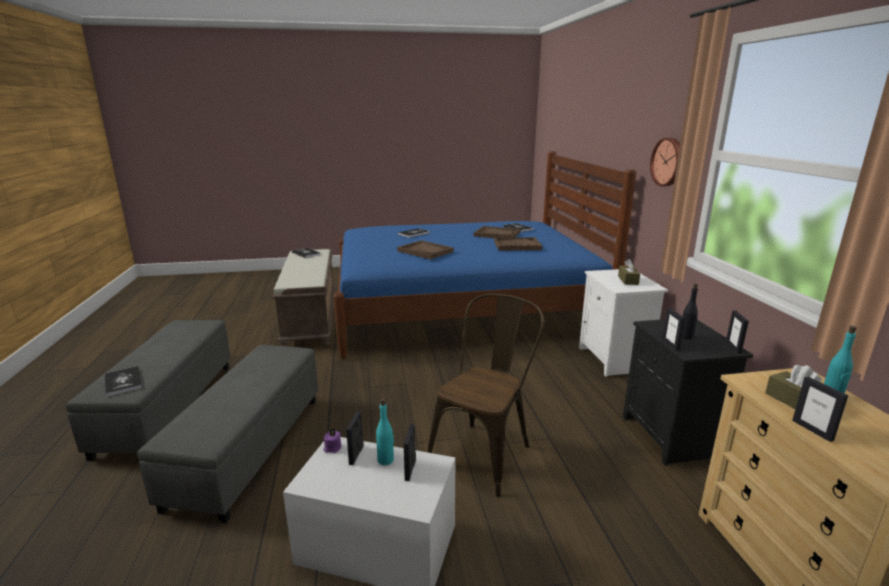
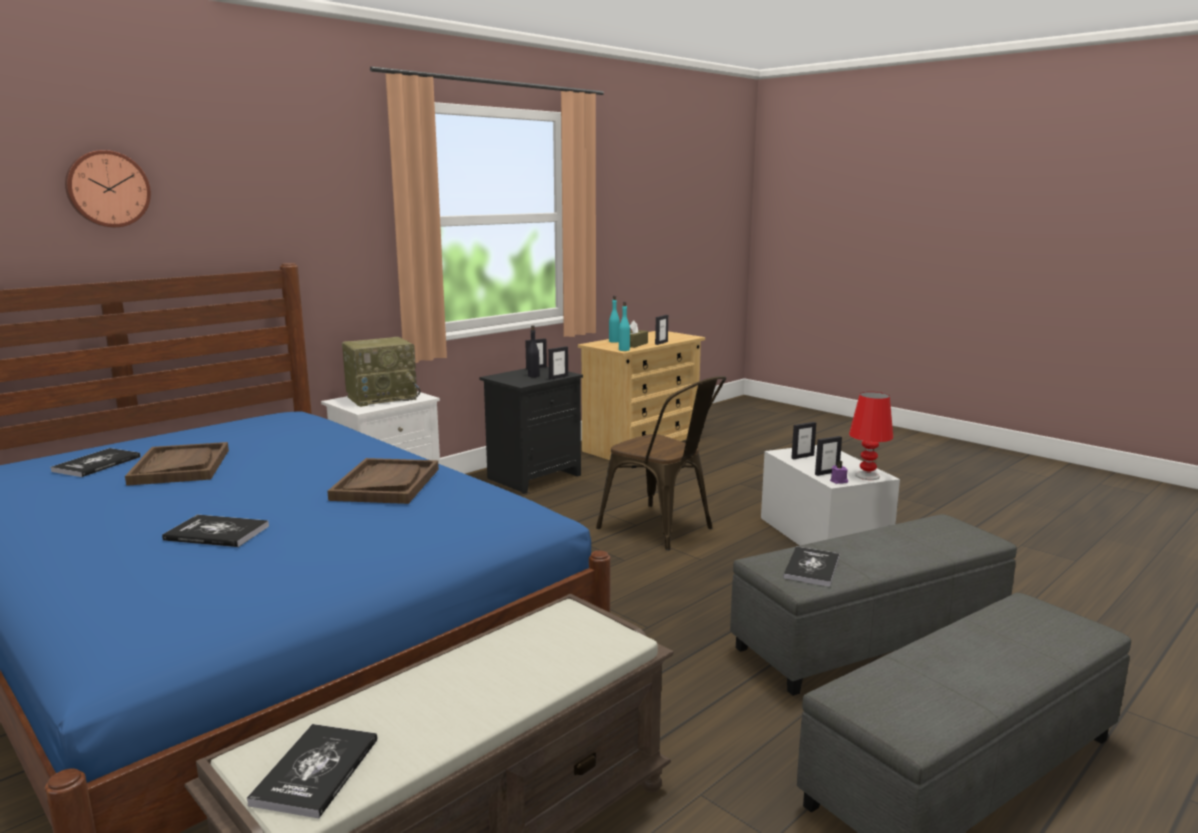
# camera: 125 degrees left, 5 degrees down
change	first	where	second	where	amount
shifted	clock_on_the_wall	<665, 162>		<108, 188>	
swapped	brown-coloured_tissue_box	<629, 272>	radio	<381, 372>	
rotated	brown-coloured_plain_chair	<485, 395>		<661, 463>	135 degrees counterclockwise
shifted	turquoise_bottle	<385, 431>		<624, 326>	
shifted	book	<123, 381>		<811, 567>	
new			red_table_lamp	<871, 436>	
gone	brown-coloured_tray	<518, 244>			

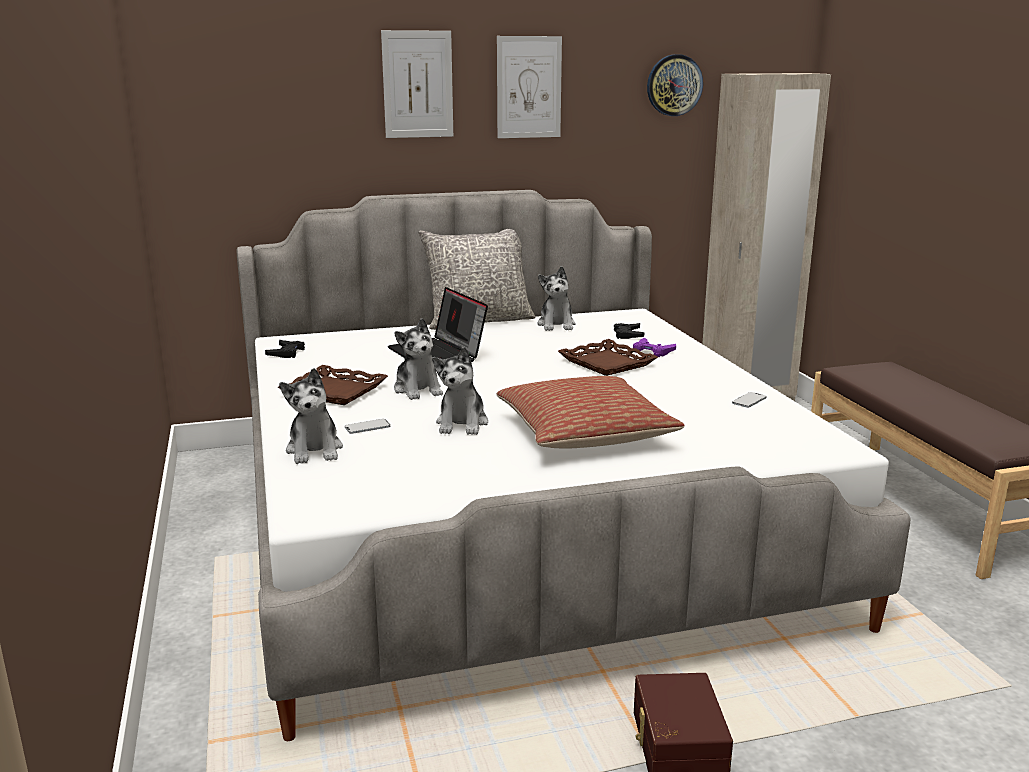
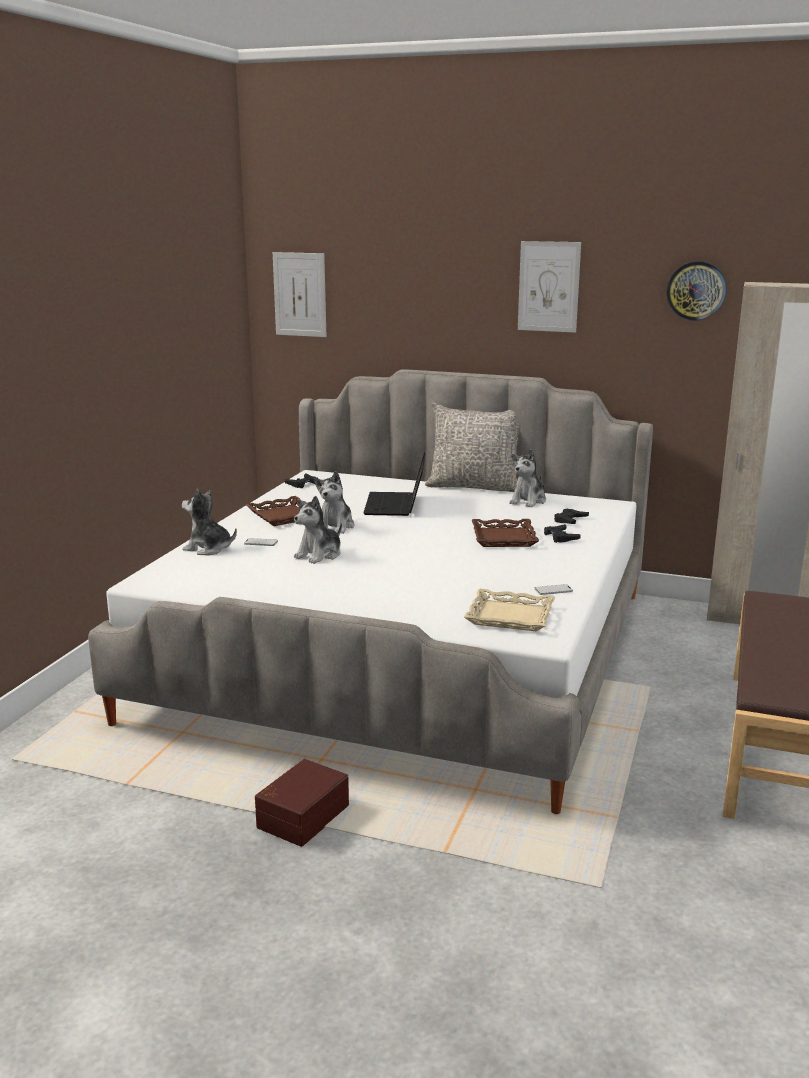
# camera: 35 degrees right, 0 degrees up
change	first	where	second	where	amount
rotated	plush_toy	<311, 416>		<209, 522>	90 degrees clockwise
shifted	wall_art	<417, 84>		<300, 294>	
new			beige_tray	<509, 610>	
repainted	purple-coloured_joypad	<654, 347>	black_joypad	<562, 533>	
gone	cushion	<590, 412>			

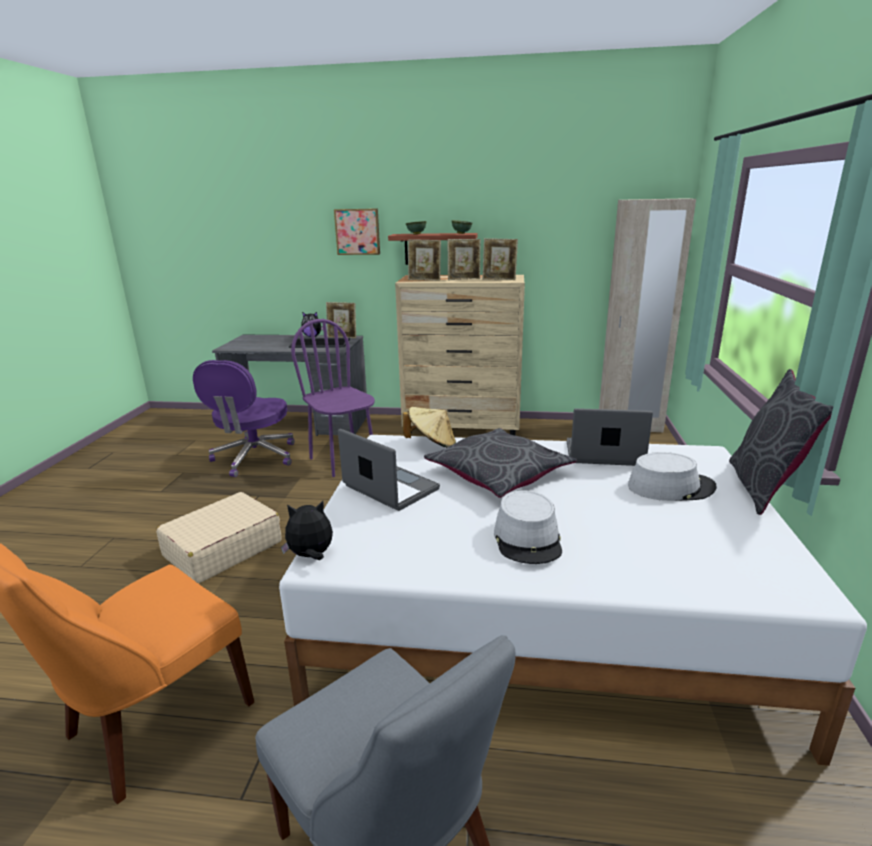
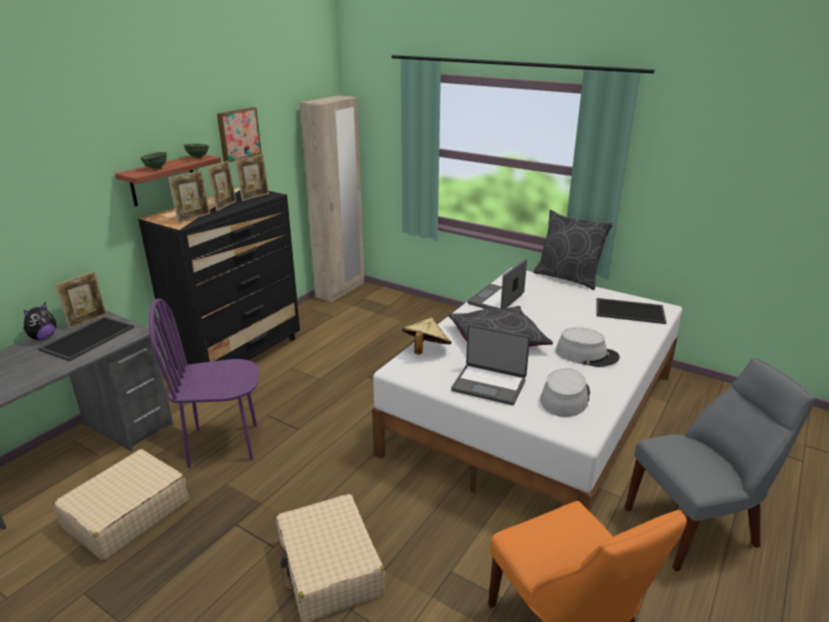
# camera: 65 degrees left, 5 degrees up
change	first	where	second	where	amount
swapped	purple-coloured_desk_chair	<244, 418>	beige_suitcase	<121, 505>	
repainted	beige_drawer_chest	<460, 355>	black_drawer_chest	<219, 279>	
shifted	wall_art	<357, 231>		<239, 134>	
rotated	portable_computer	<389, 470>		<490, 365>	135 degrees counterclockwise
shifted	gray_clothing_hat	<672, 476>		<565, 392>	
new			tray	<631, 311>	
gone	plush_toy	<307, 530>			

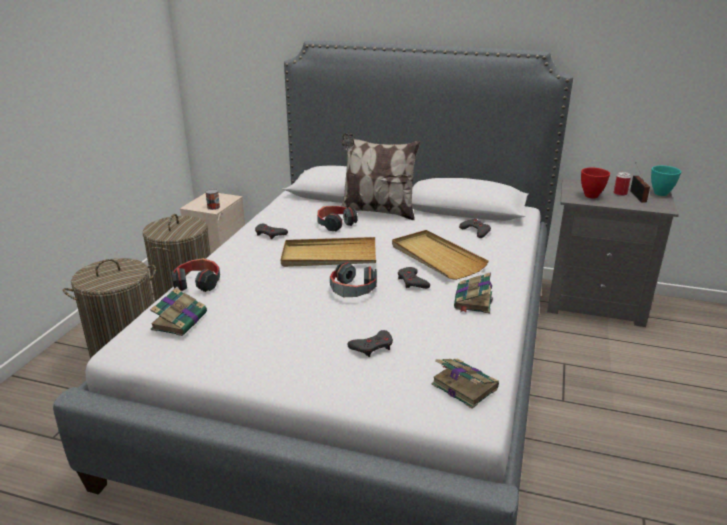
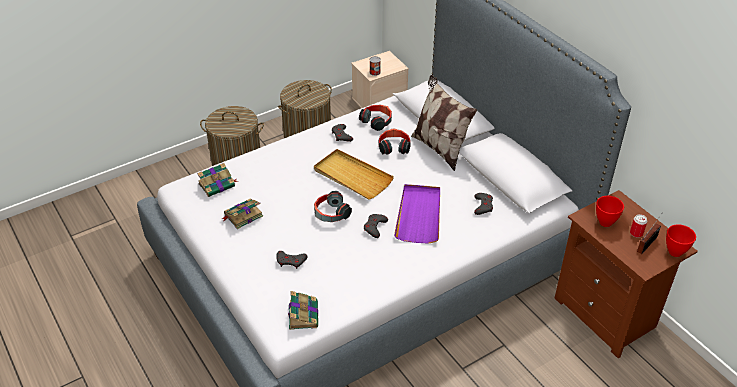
# camera: 40 degrees right, 15 degrees up
change	first	where	second	where	amount
shifted	book	<473, 292>		<242, 214>	
shifted	headphones	<196, 275>		<375, 118>	
repainted	beige_tray	<440, 255>	purple-coloured_tray	<417, 214>	
repainted	gray_nightstand	<613, 252>	brown-coloured_nightstand	<626, 274>	
repainted	turquoise_deep_dish	<666, 180>	red_deep_dish	<681, 240>	

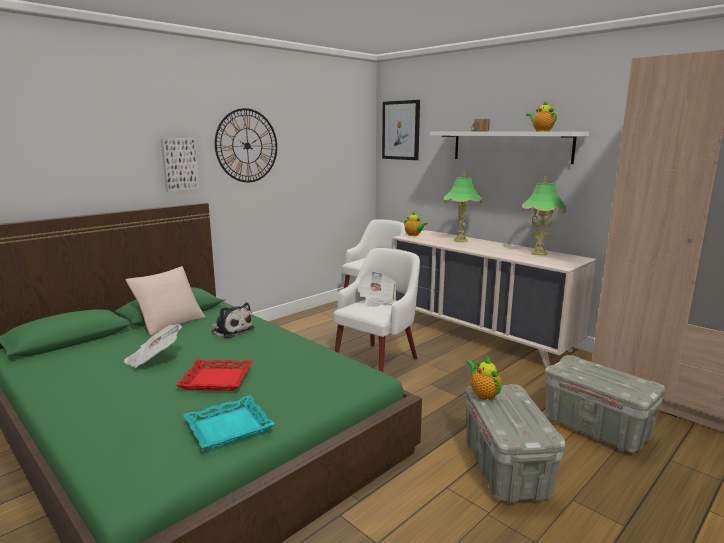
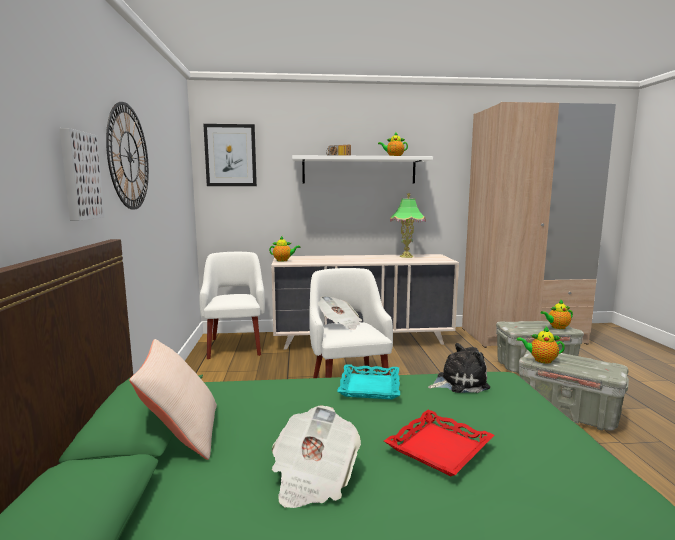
# camera: 50 degrees left, 5 degrees down
change	first	where	second	where	amount
shifted	turquoise_tray	<229, 422>		<368, 381>	
shifted	plush_toy	<233, 320>		<459, 368>	
new			pot_for_tea	<556, 314>	
gone	table_lamp	<462, 207>			

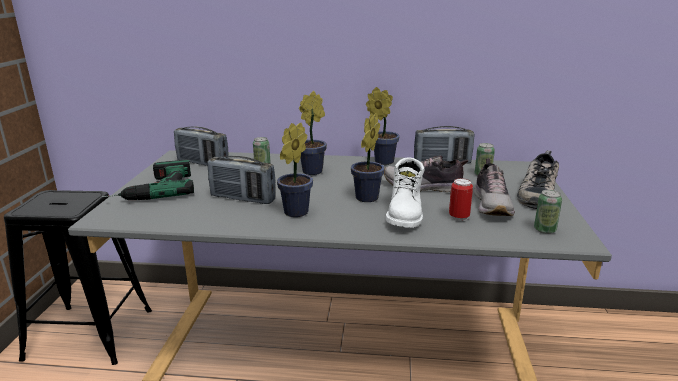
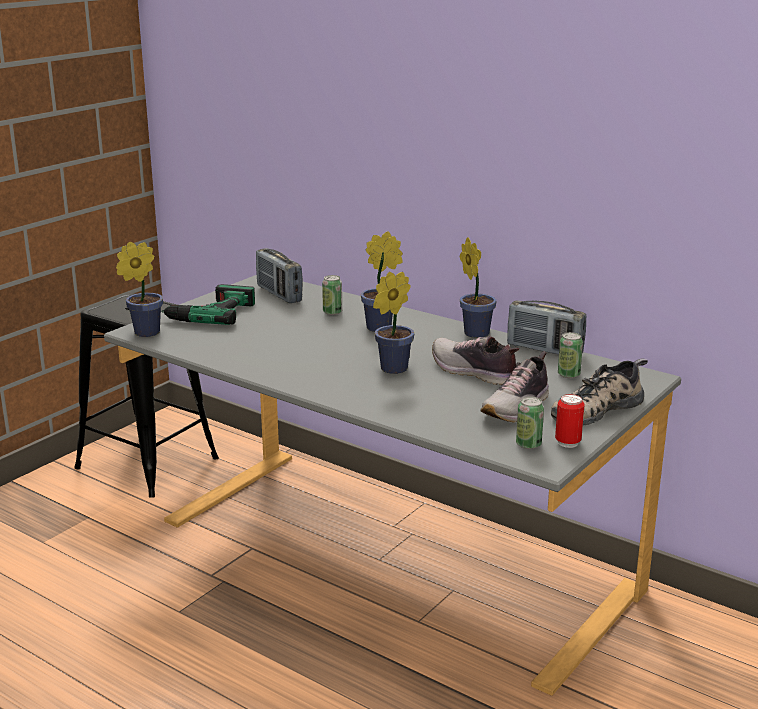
# camera: 30 degrees right, 0 degrees up
change	first	where	second	where	amount
shifted	plant_in_a_pot	<295, 170>		<139, 289>	
shifted	can	<461, 199>		<570, 421>	
gone	radio	<241, 180>			
gone	white-coloured_boot	<405, 192>			

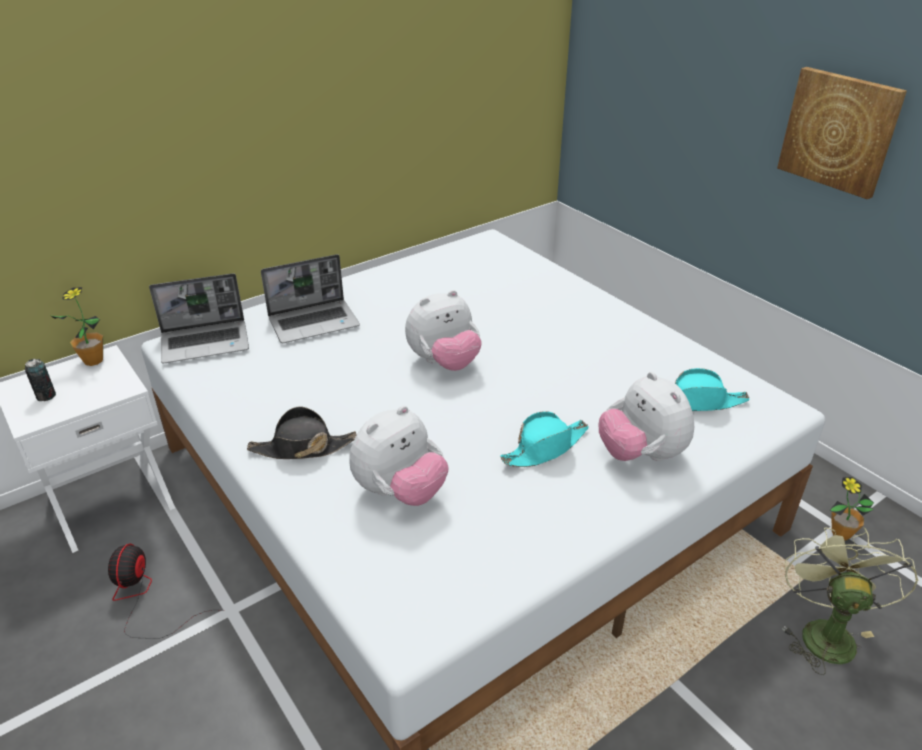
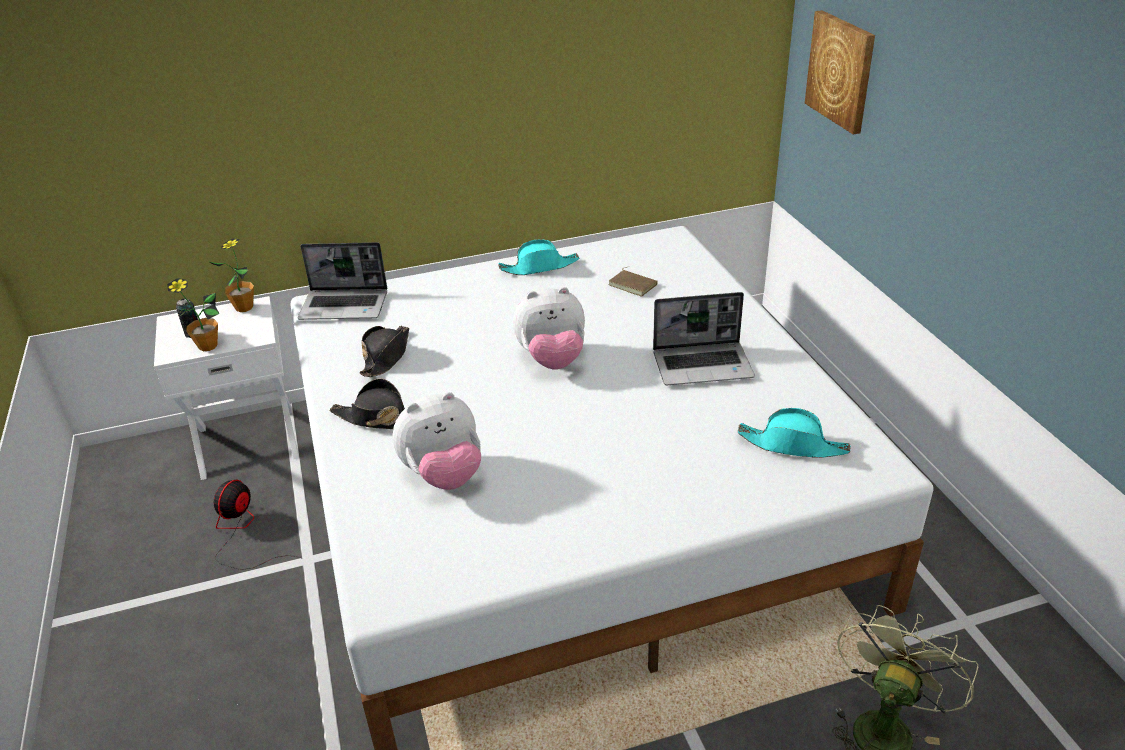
# camera: 20 degrees right, 0 degrees up
change	first	where	second	where	amount
shifted	plant_in_a_pot	<852, 509>		<193, 314>	
new			black_clothing_hat	<384, 351>	
shifted	turquoise_clothing_hat	<544, 439>		<538, 257>	
new			brown-coloured_book	<633, 282>	
shifted	portable_computer	<310, 298>		<704, 338>	
shifted	wall_art	<842, 133>		<840, 72>	
gone	plush_toy	<646, 416>			

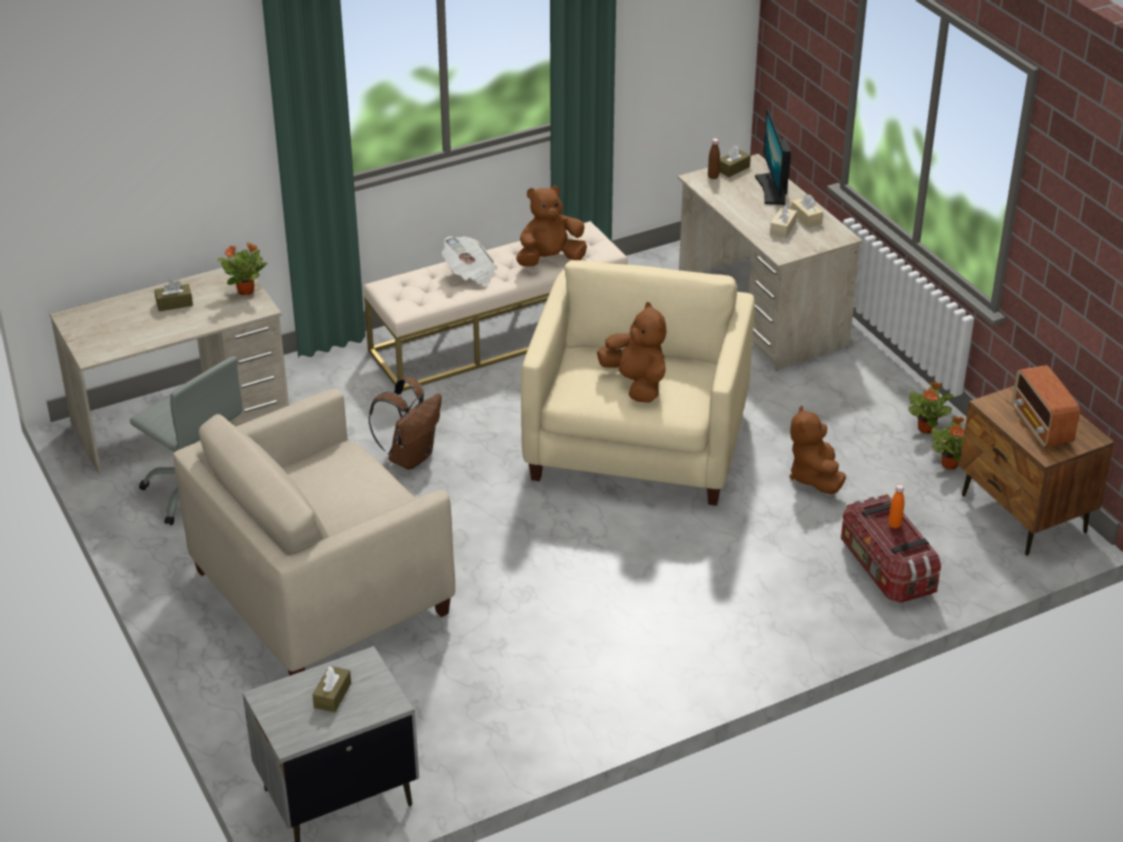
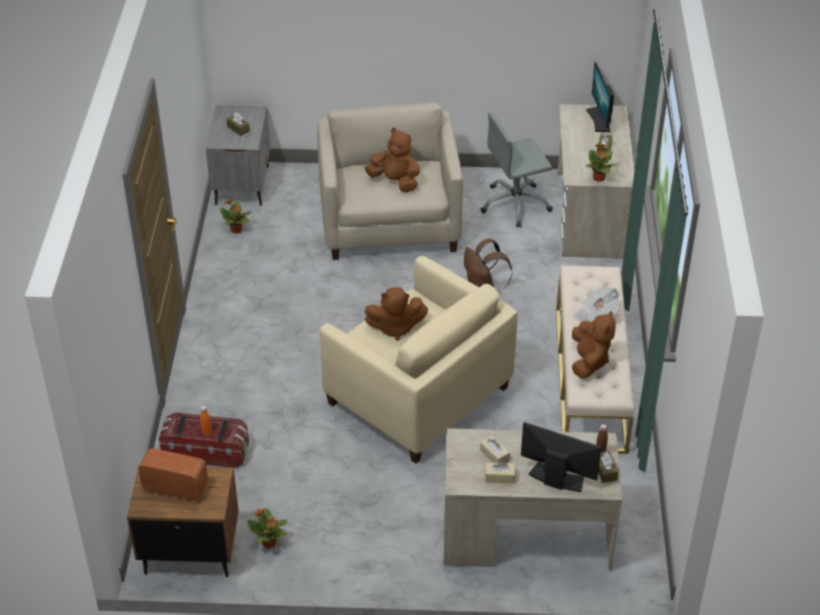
# camera: 120 degrees right, 5 degrees up
change	first	where	second	where	amount
shifted	plant_in_a_pot	<931, 408>		<236, 216>	
shifted	brown-coloured_plush_toy	<818, 449>		<392, 160>	
new			computer_screen	<600, 97>	

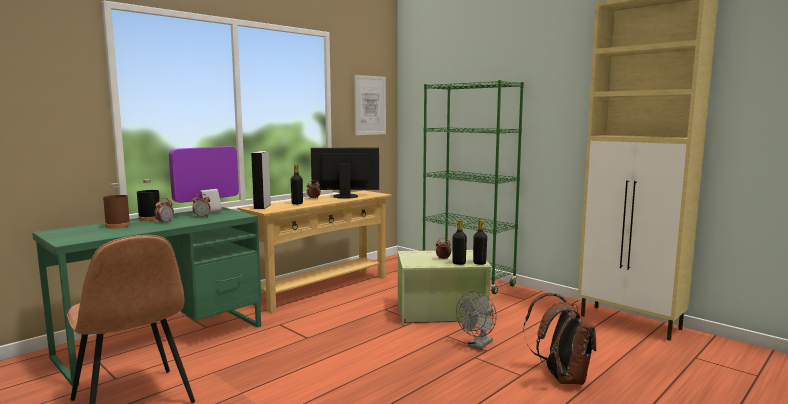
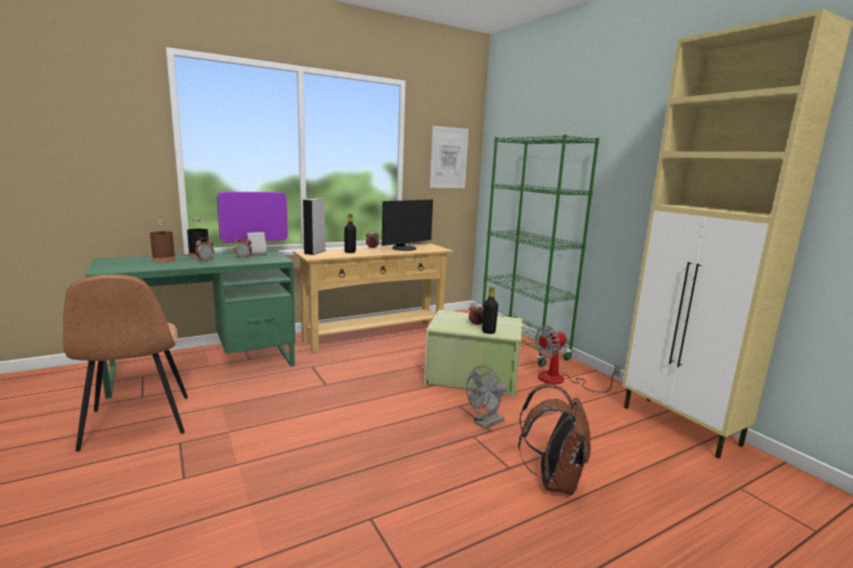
# camera: 15 degrees right, 5 degrees up
change	first	where	second	where	amount
rotated	computer_screen	<345, 173>		<407, 225>	120 degrees clockwise
new			fan	<578, 359>	
gone	black_bottle	<480, 242>			

